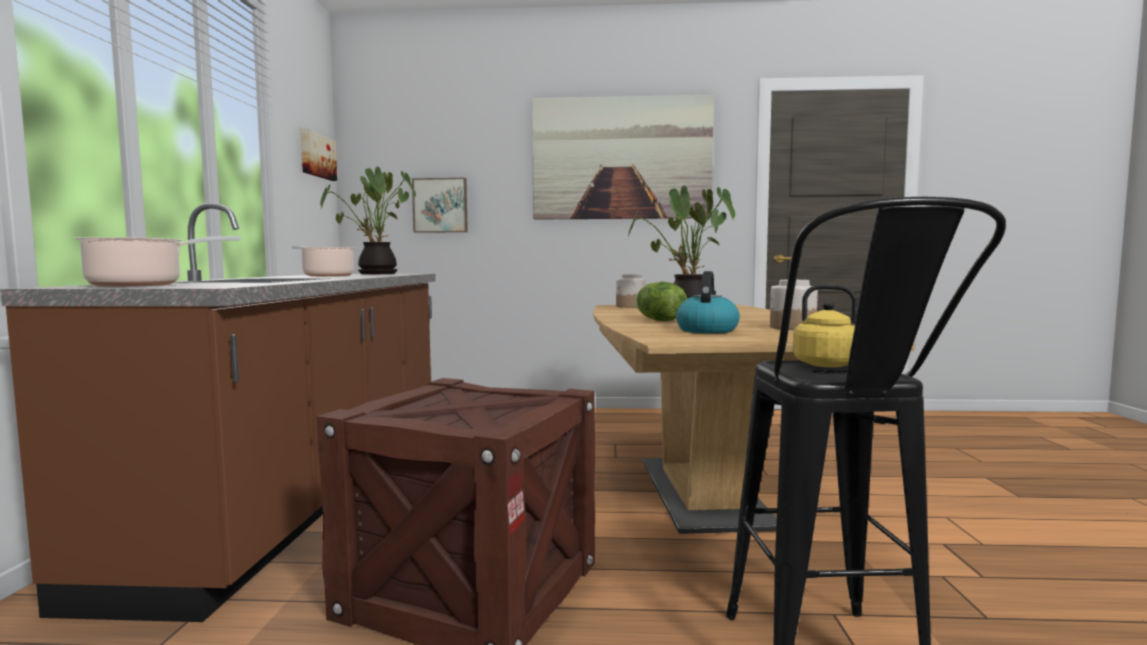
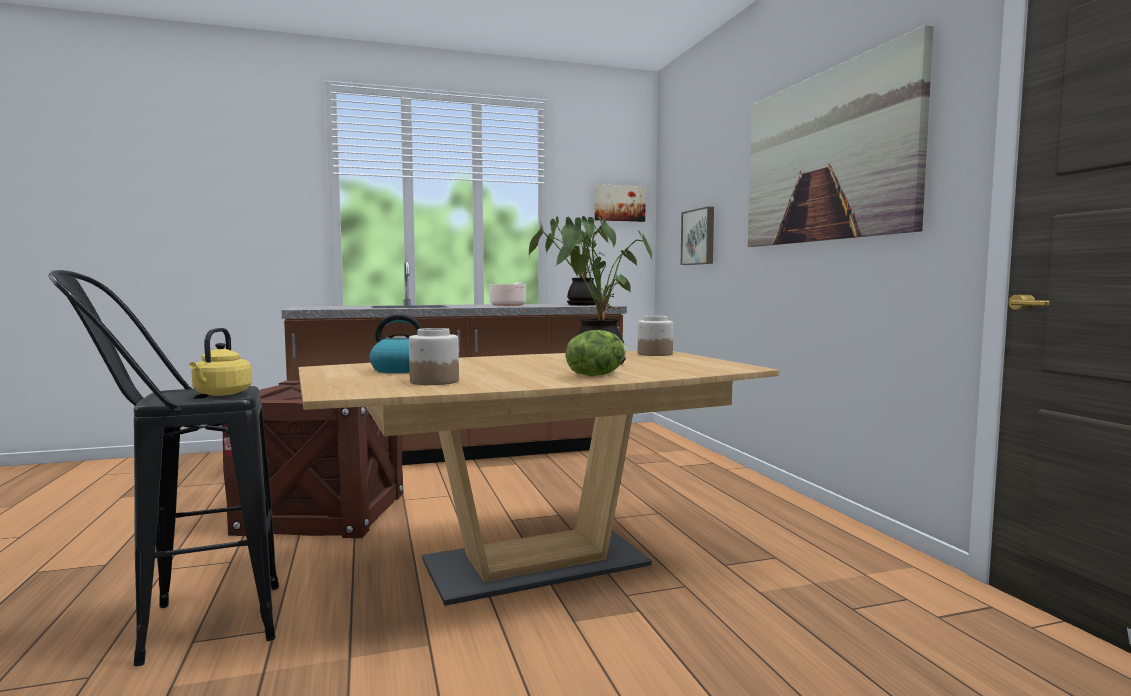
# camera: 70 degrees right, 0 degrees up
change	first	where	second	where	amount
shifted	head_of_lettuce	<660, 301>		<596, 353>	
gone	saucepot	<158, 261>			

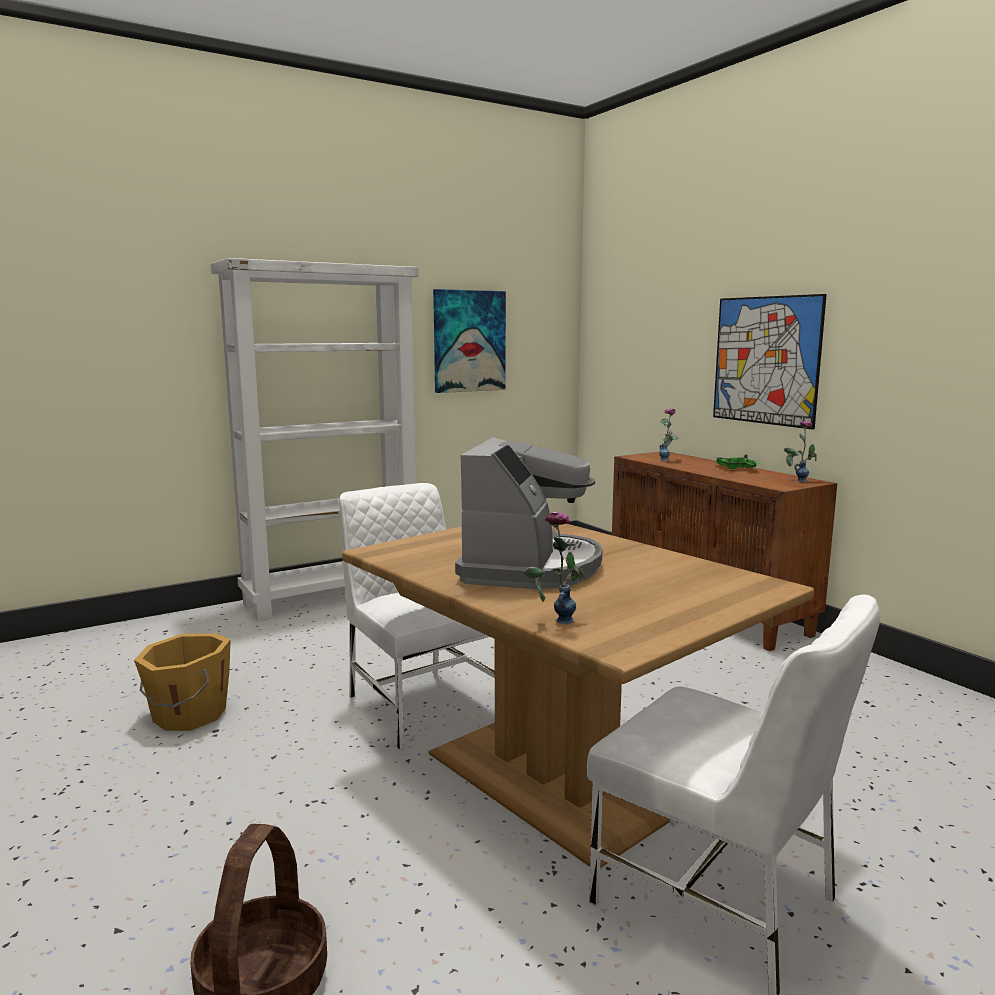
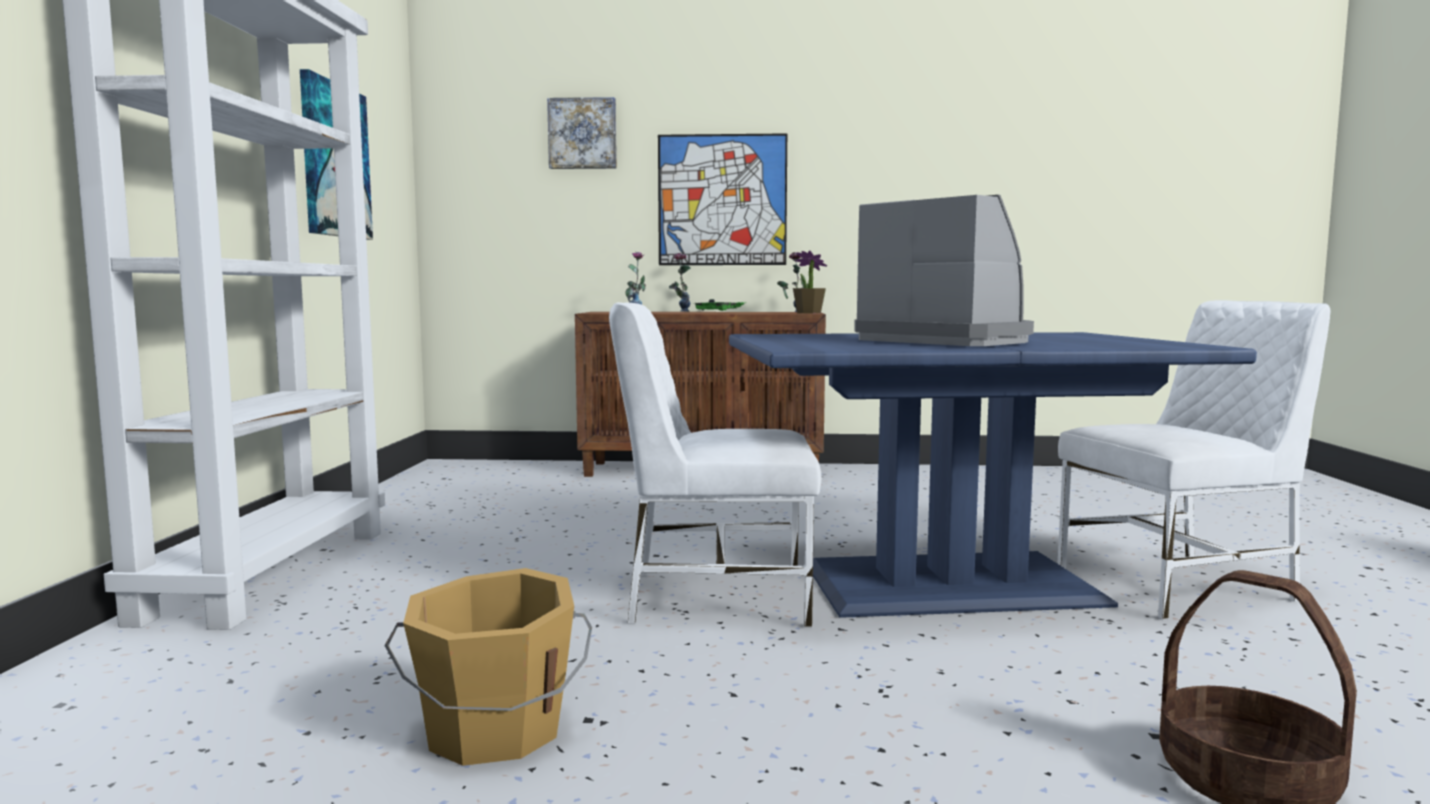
# camera: 55 degrees left, 5 degrees down
change	first	where	second	where	amount
new			wall_art	<582, 133>	
shifted	decorative_vase	<554, 568>		<680, 282>	
repainted	brown-coloured_kitchen_table	<578, 696>	bluish_kitchen_table	<993, 475>	
new			plant_in_a_pot	<810, 282>	

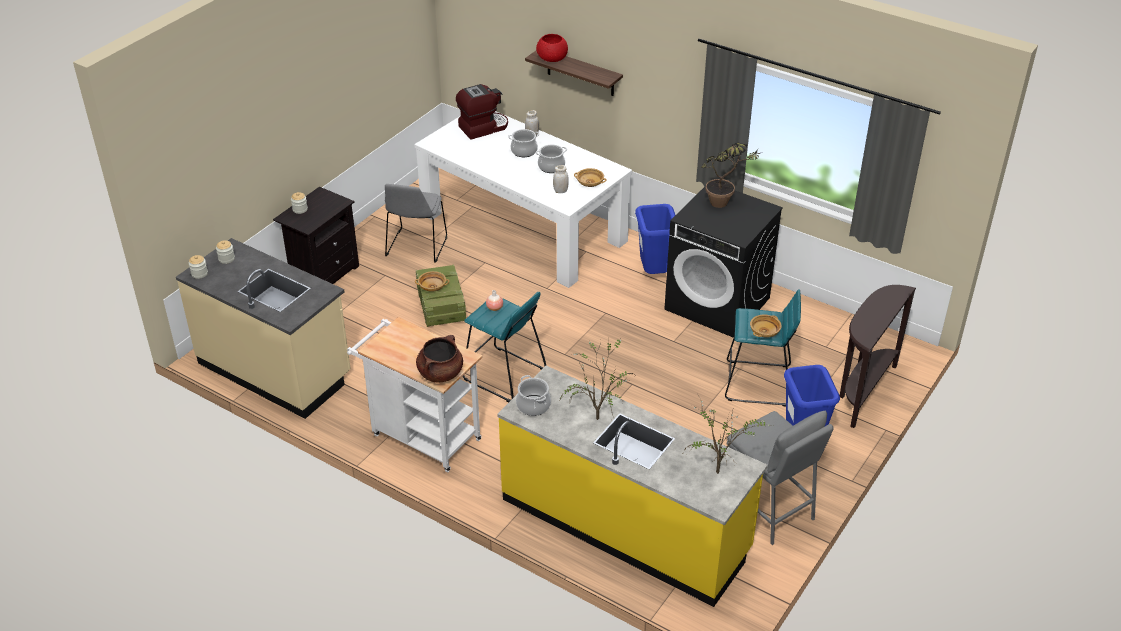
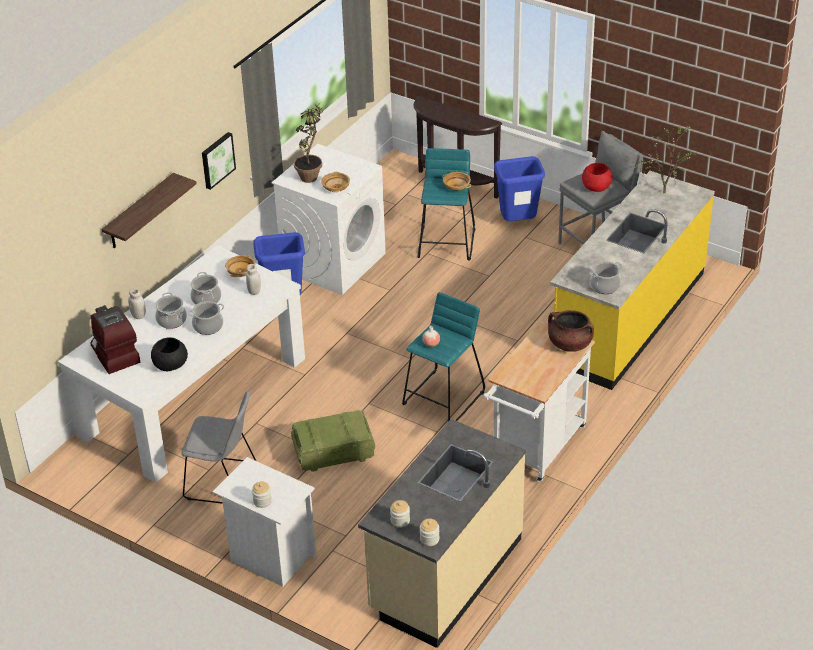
# camera: 90 degrees left, 0 degrees up
change	first	where	second	where	amount
new			black_deep_dish	<169, 354>	
new			saucepot	<206, 318>	
new			wall_art	<219, 161>	
repainted	black_nightstand	<316, 235>	white-coloured_nightstand	<265, 522>	
repainted	black_washing_machine	<723, 262>	white-coloured_washing_machine	<328, 219>	
shifted	beige_deep_dish	<432, 281>		<335, 182>	
shifted	red_deep_dish	<552, 48>		<597, 177>	
gone	plant_in_a_pot	<597, 380>			

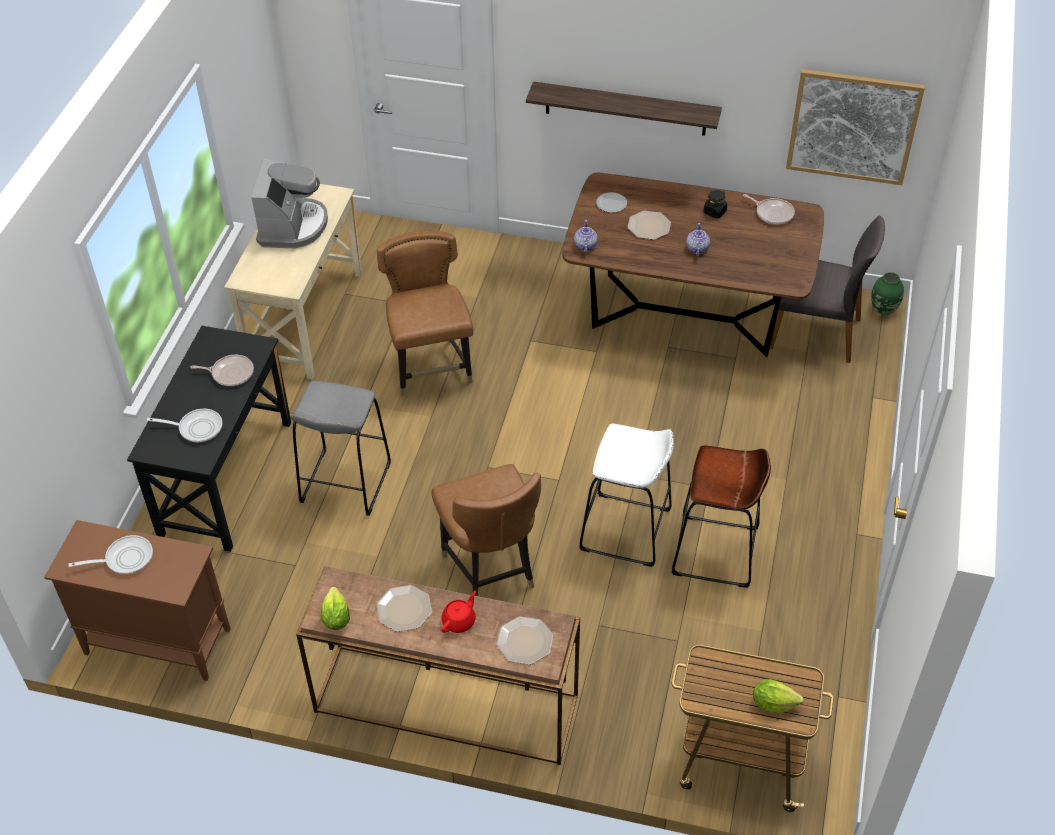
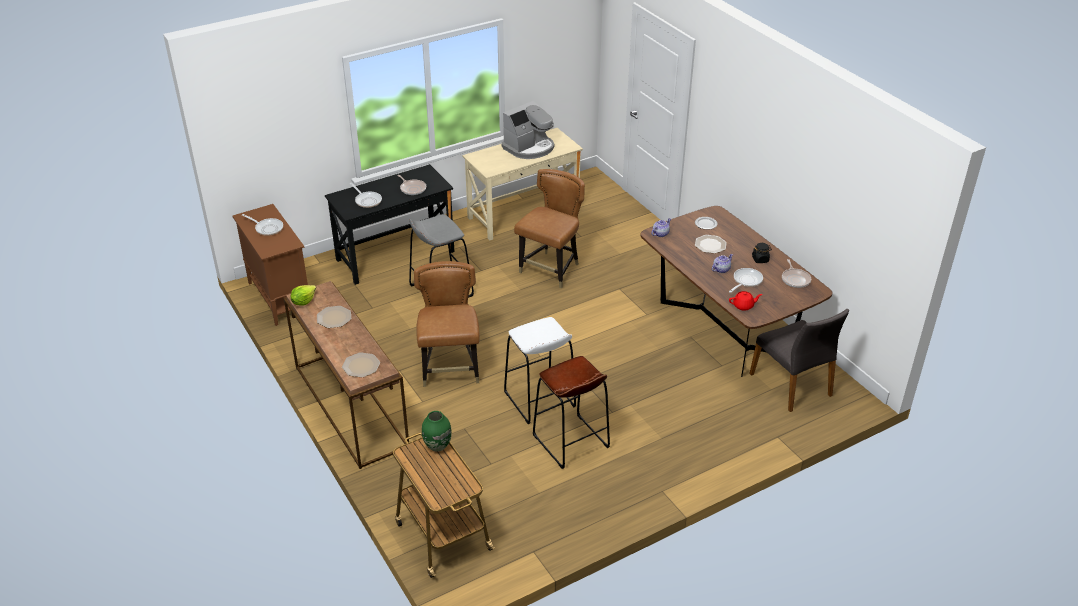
# camera: 45 degrees right, 10 degrees down
change	first	where	second	where	amount
rotated	brown-coloured_plain_chair	<486, 530>		<447, 324>	150 degrees clockwise
shifted	green-coloured_decorative_vase	<887, 293>		<437, 431>	
new			frying_pan	<746, 280>	
shifted	red_pot_for_tea	<458, 612>		<745, 300>	
gone	shelf	<624, 109>			
gone	head_of_lettuce	<778, 696>			
gone	wall_art	<855, 127>			

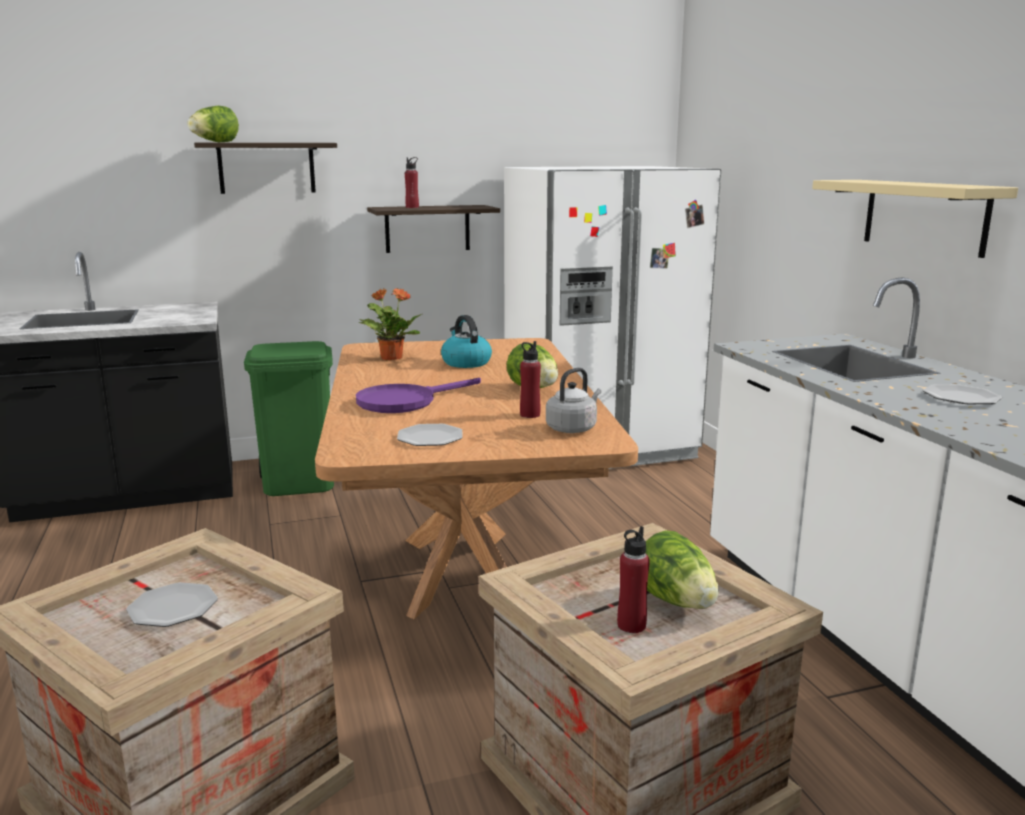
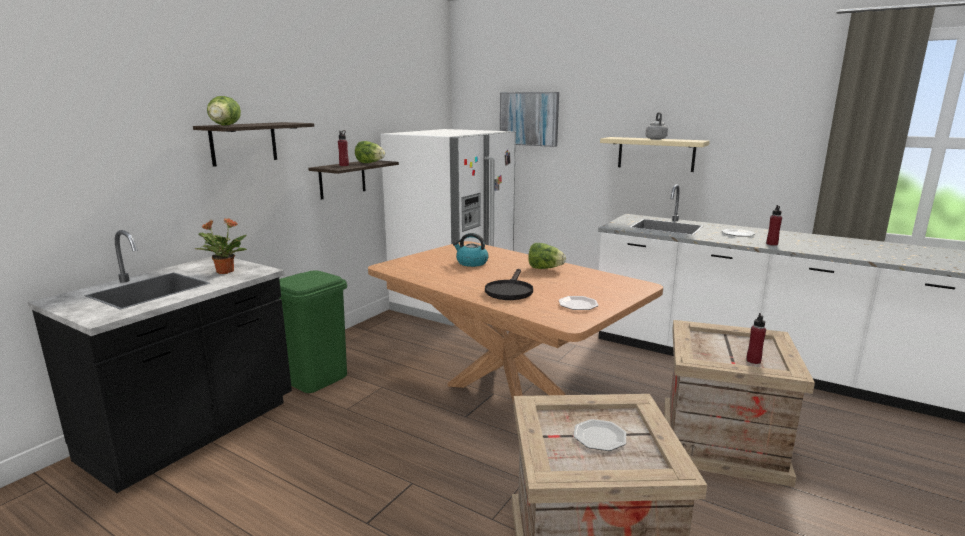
# camera: 40 degrees left, 0 degrees up
change	first	where	second	where	amount
shifted	plant_in_a_pot	<390, 324>		<221, 246>	
shifted	head_of_lettuce	<682, 569>		<370, 152>	
repainted	purple-coloured_frying_pan	<418, 395>	black_frying_pan	<509, 284>	
new			wall_art	<529, 119>	
shifted	gray_tea_kettle	<573, 400>		<657, 126>	
shifted	red_bottle	<530, 379>		<774, 225>	

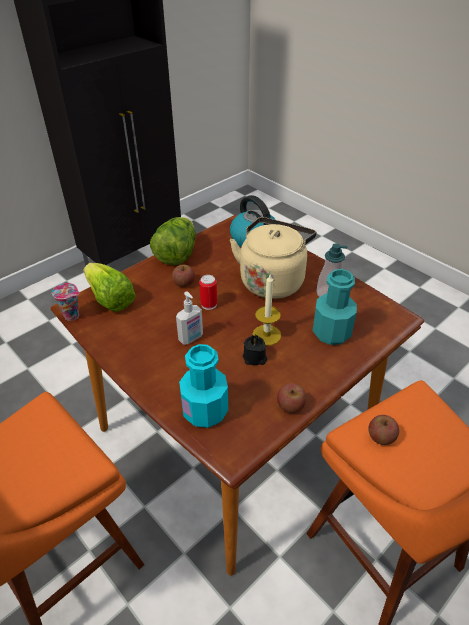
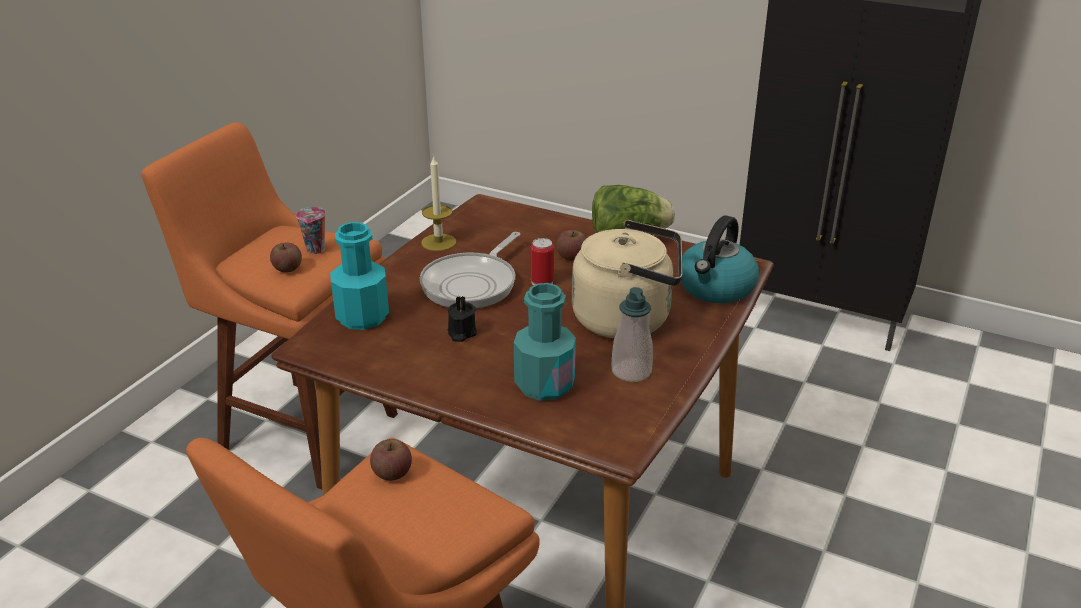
# camera: 70 degrees right, 10 degrees down
change	first	where	second	where	amount
shifted	whole_apple	<291, 398>		<286, 257>	
shifted	drinking_cup	<65, 302>		<311, 230>	
swapped	soap_dispenser	<189, 318>	frying_pan	<470, 270>	
shifted	candle	<267, 310>		<438, 203>	
gone	head_of_lettuce	<110, 287>			

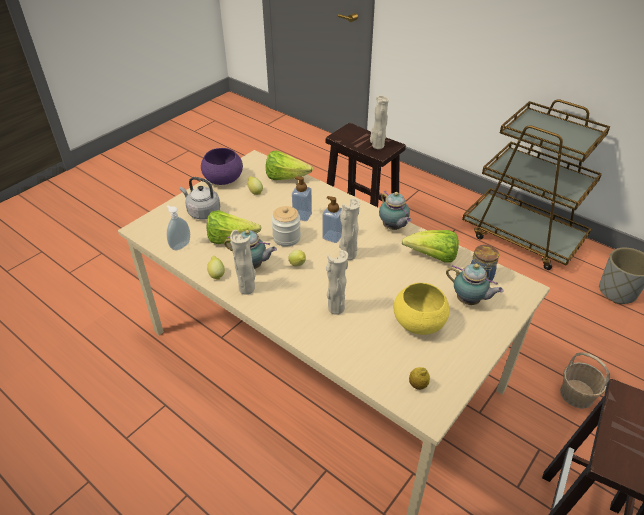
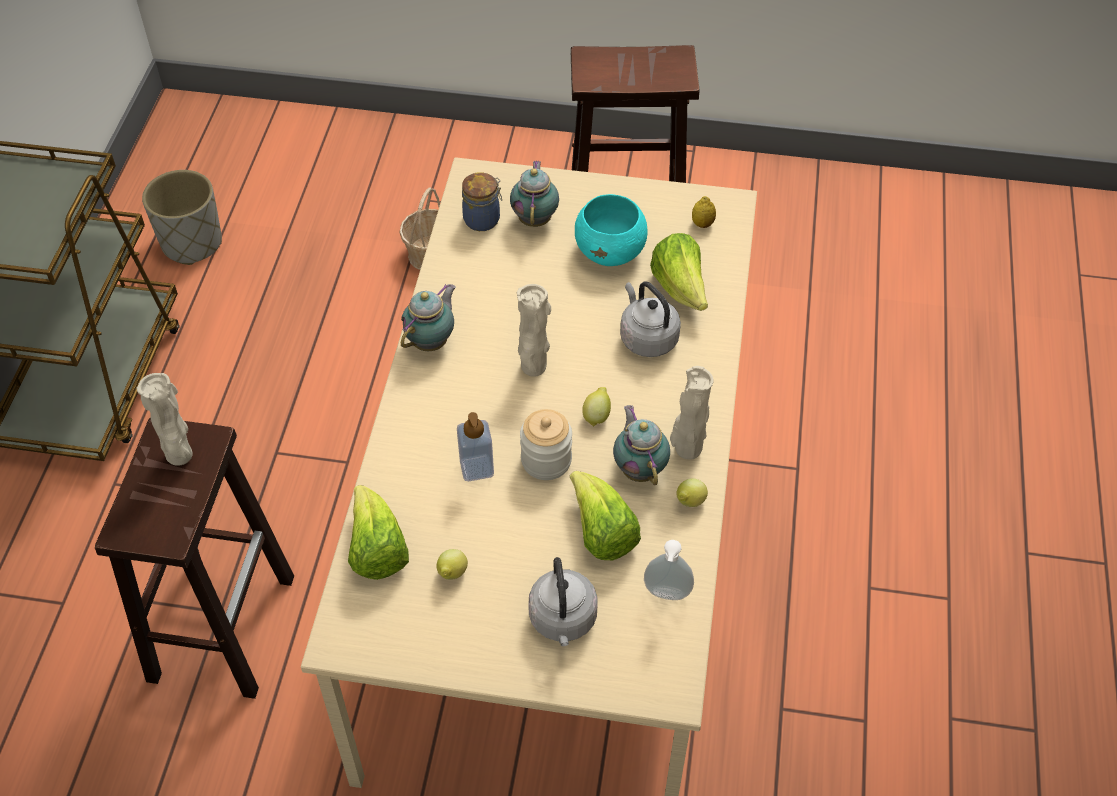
# camera: 120 degrees left, 10 degrees up
change	first	where	second	where	amount
repainted	yellow-coloured_deep_dish	<421, 309>	turquoise_deep_dish	<611, 230>	
swapped	beige_decorative_vase	<337, 282>	gray_tea_kettle	<650, 319>	
shifted	head_of_lettuce	<430, 246>		<679, 272>	
gone	purple-coloured_deep_dish	<222, 166>			
gone	soap_dispenser	<332, 219>			

